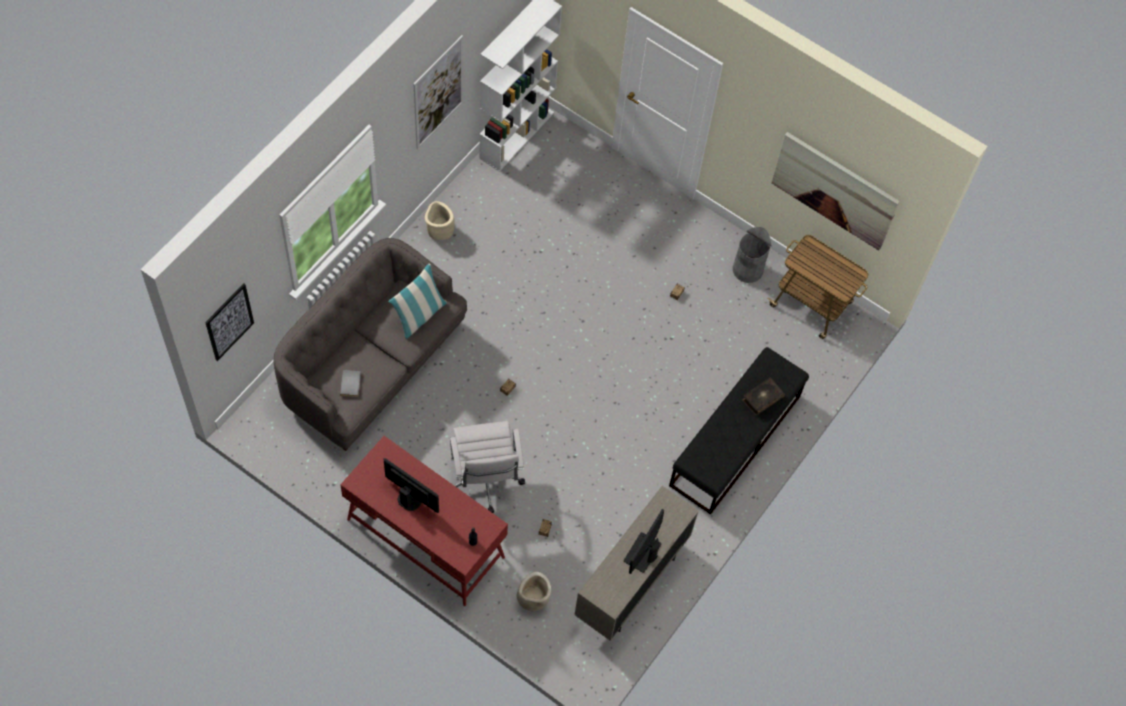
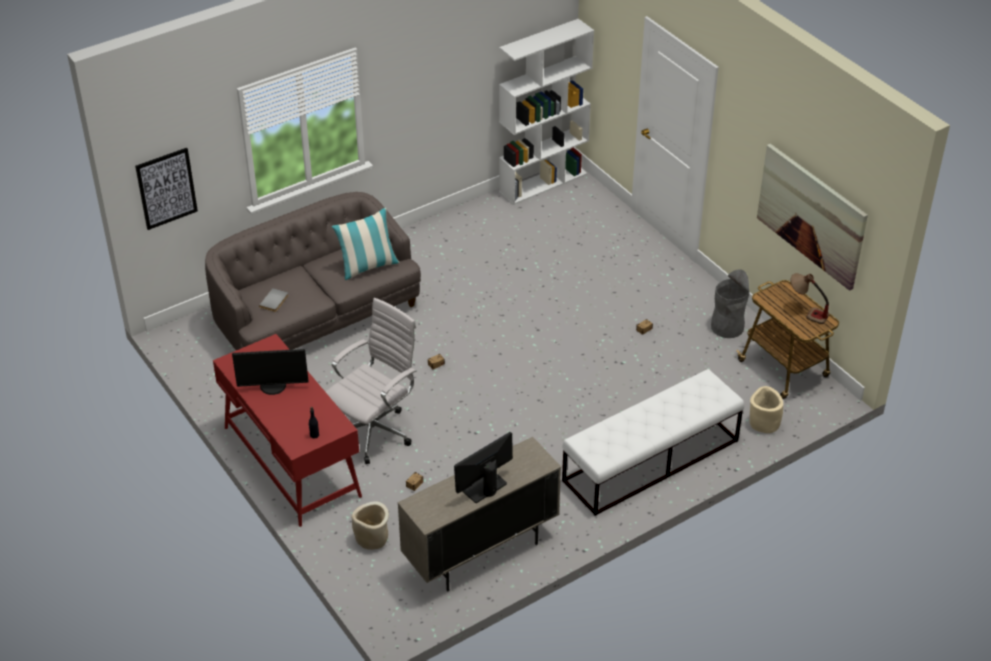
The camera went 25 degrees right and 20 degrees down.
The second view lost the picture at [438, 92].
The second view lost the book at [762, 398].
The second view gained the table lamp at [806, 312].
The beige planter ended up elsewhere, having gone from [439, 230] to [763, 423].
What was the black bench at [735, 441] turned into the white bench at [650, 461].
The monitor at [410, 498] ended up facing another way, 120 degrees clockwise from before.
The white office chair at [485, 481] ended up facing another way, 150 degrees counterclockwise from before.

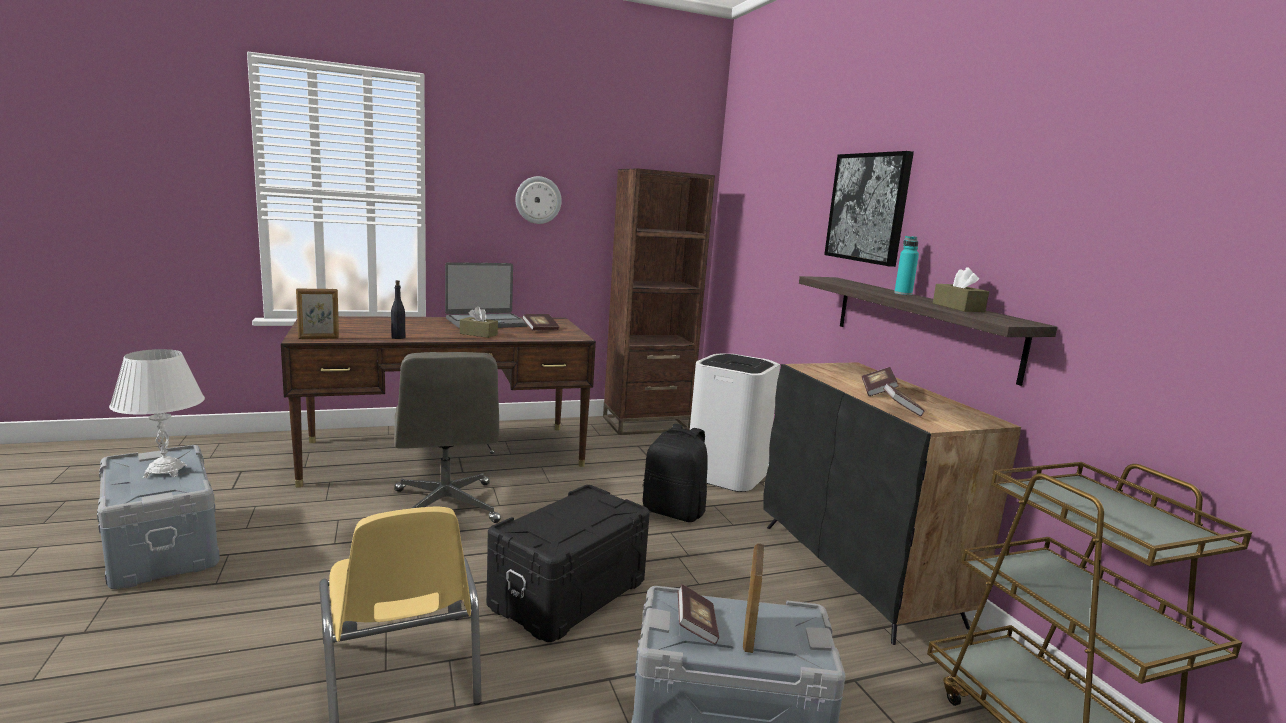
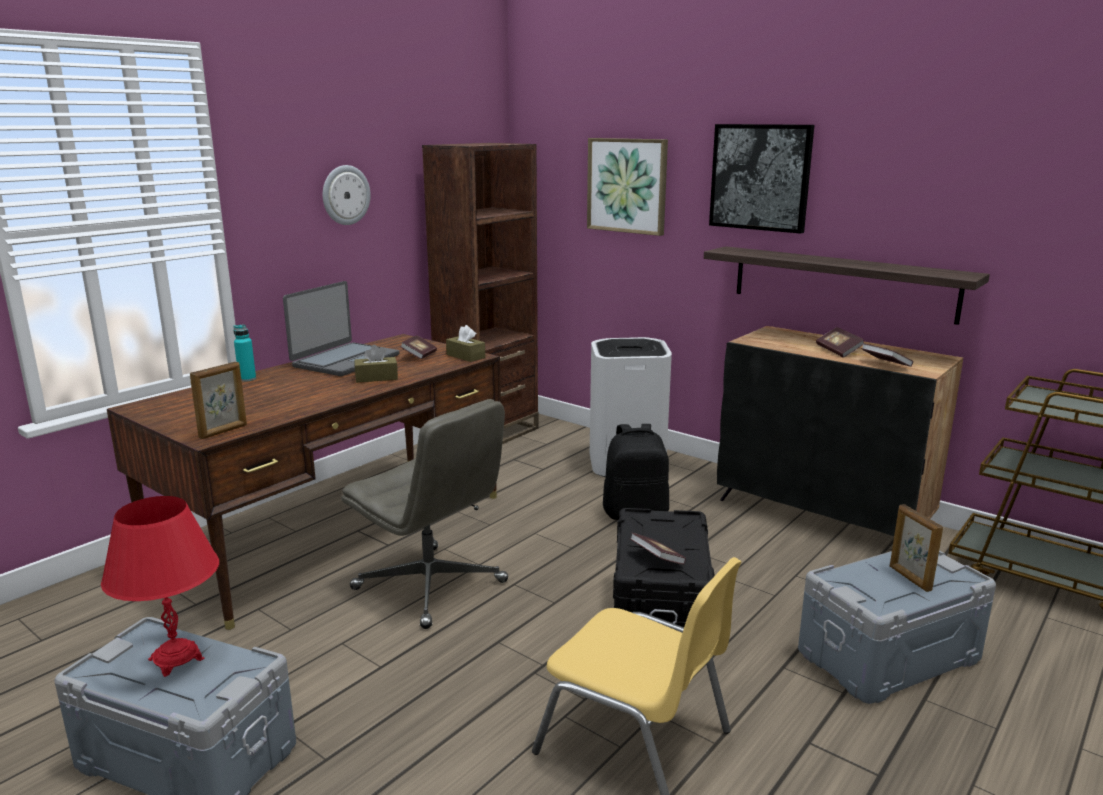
The camera went 30 degrees left and 5 degrees up.
The second view lost the black bottle at [398, 337].
The second view gained the picture at [627, 185].
The book ended up elsewhere, having gone from [696, 626] to [657, 559].
The turquoise bottle ended up elsewhere, having gone from [903, 294] to [247, 379].
The brown tissue box ended up elsewhere, having gone from [958, 307] to [465, 356].
What was the white table lamp at [165, 471] turned into the red table lamp at [176, 659].

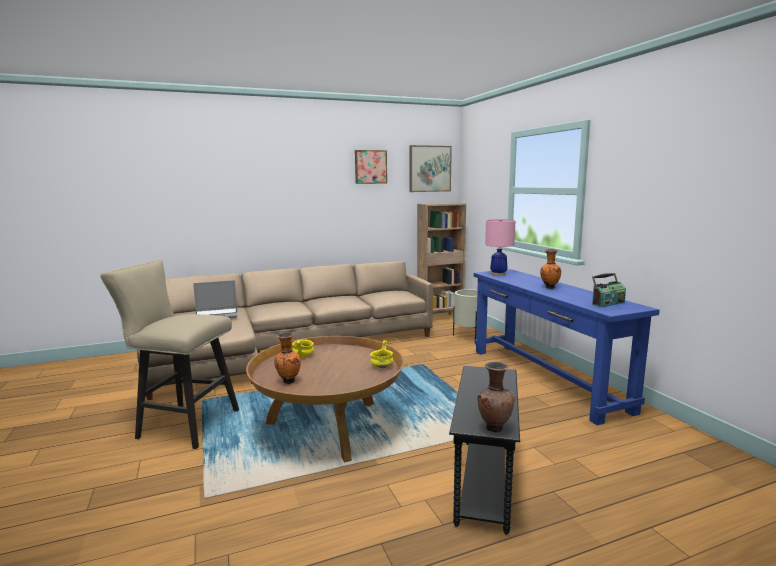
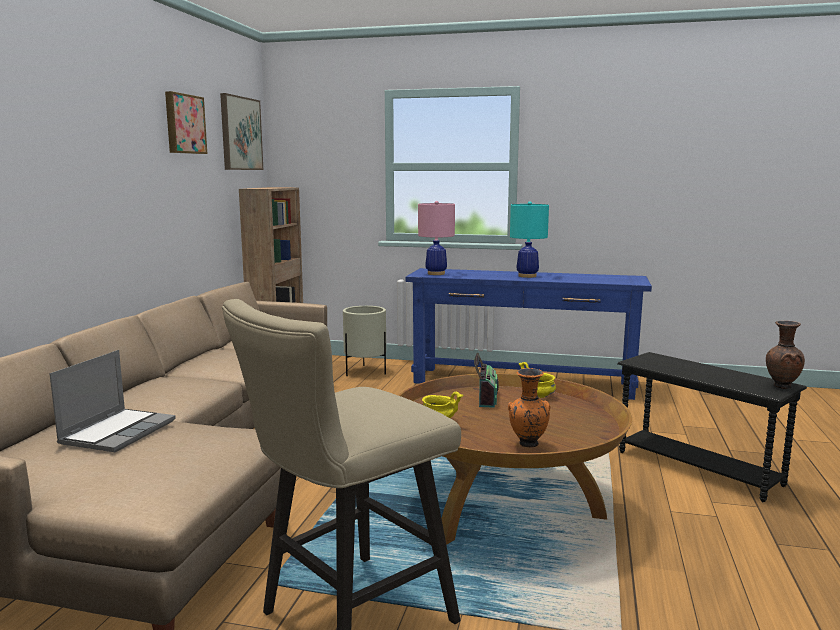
The camera went 55 degrees left and 0 degrees up.
The radio ended up elsewhere, having gone from [607, 303] to [485, 398].
Where the orange vase stood at [549, 287], the turquoise table lamp came to stand at [527, 276].

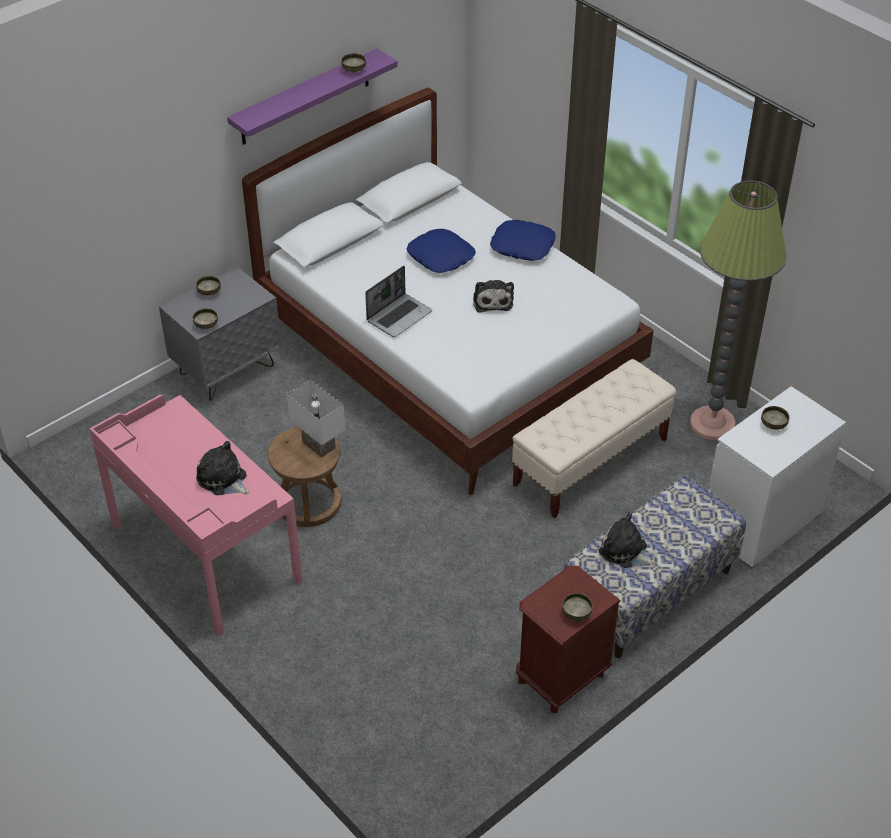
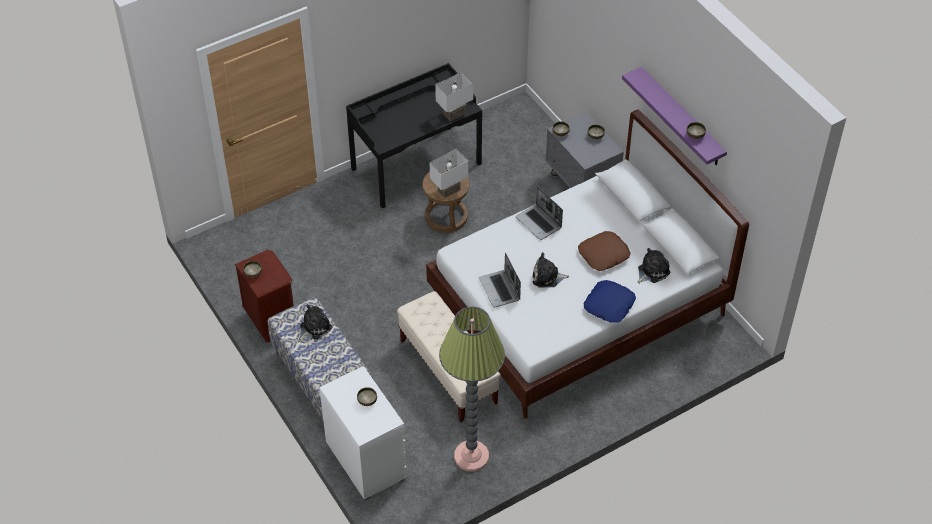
The camera went 100 degrees right and 5 degrees up.
The second view gained the white table lamp at [454, 113].
The second view gained the laptop at [500, 290].
The plush toy ended up elsewhere, having gone from [223, 480] to [652, 271].
What was the pink desk at [204, 554] turned into the black desk at [416, 165].
What was the blue pillow at [441, 256] turned into the brown pillow at [604, 255].

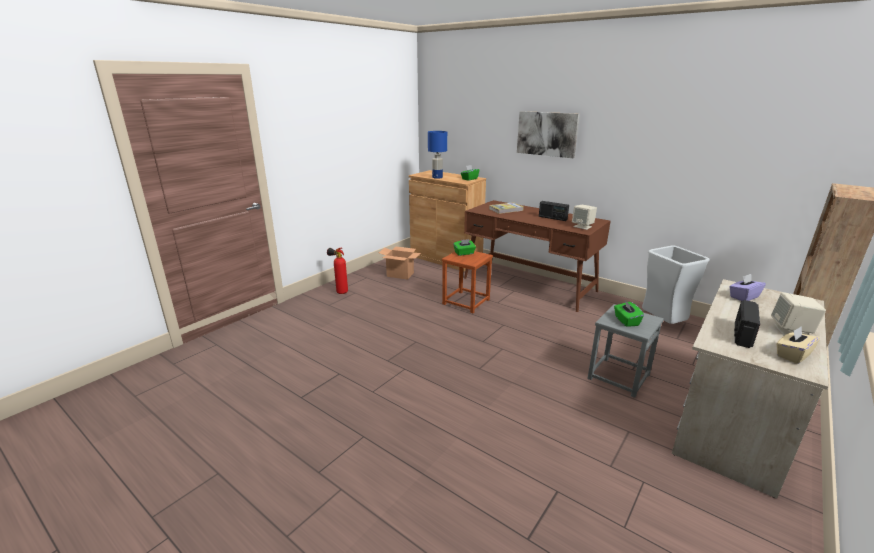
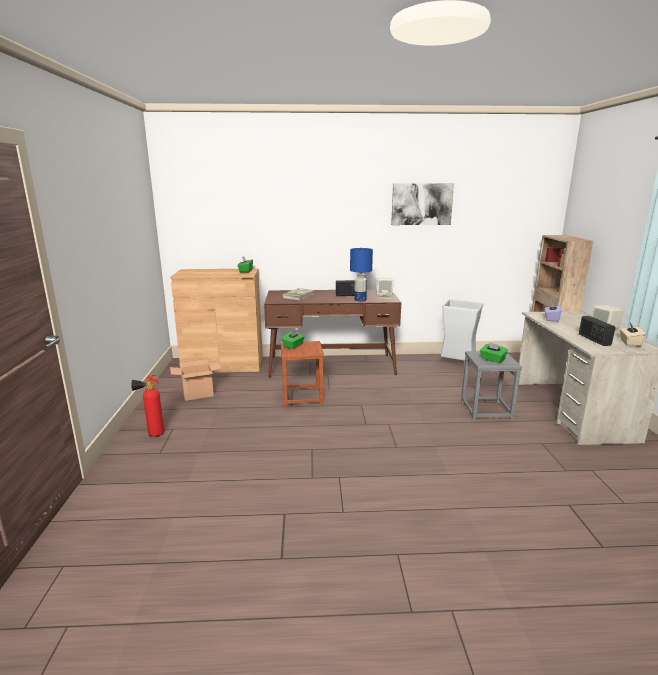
The camera went 40 degrees left and 5 degrees down.
The blue table lamp ended up elsewhere, having gone from [437, 177] to [360, 300].
The picture ended up elsewhere, having gone from [547, 134] to [421, 204].

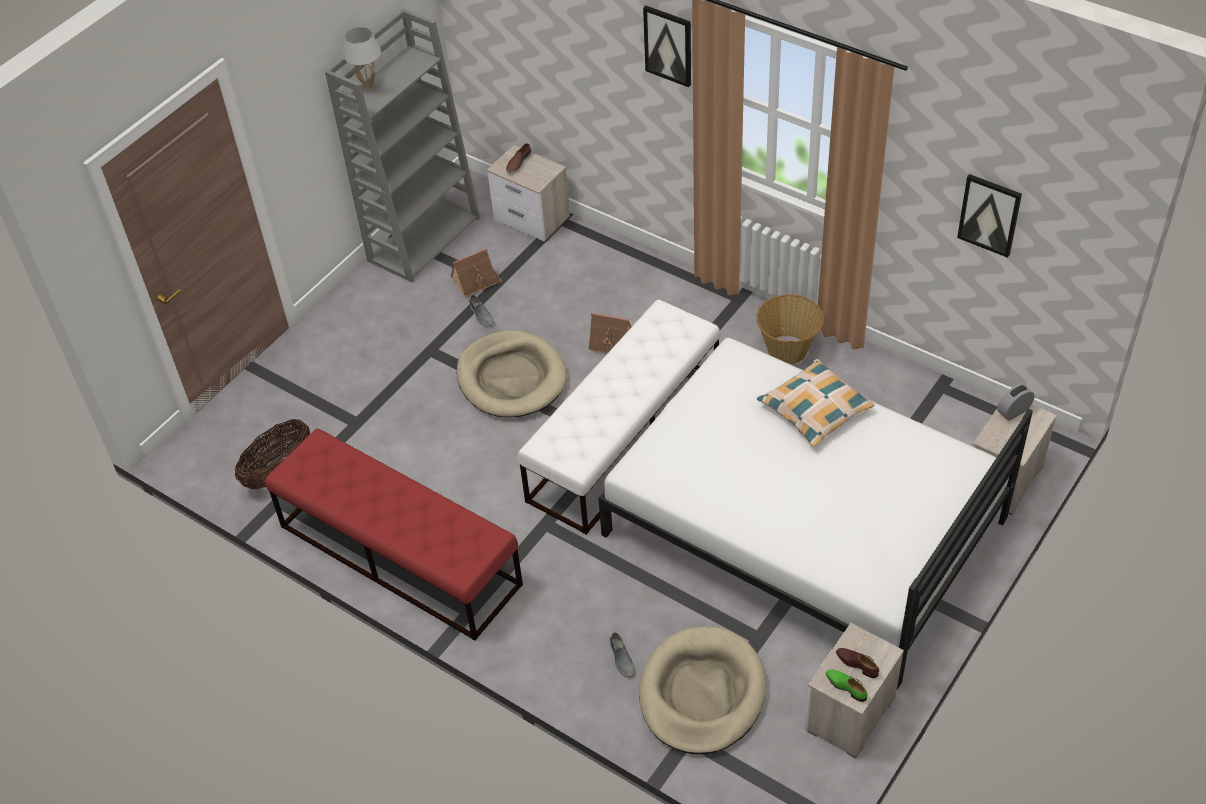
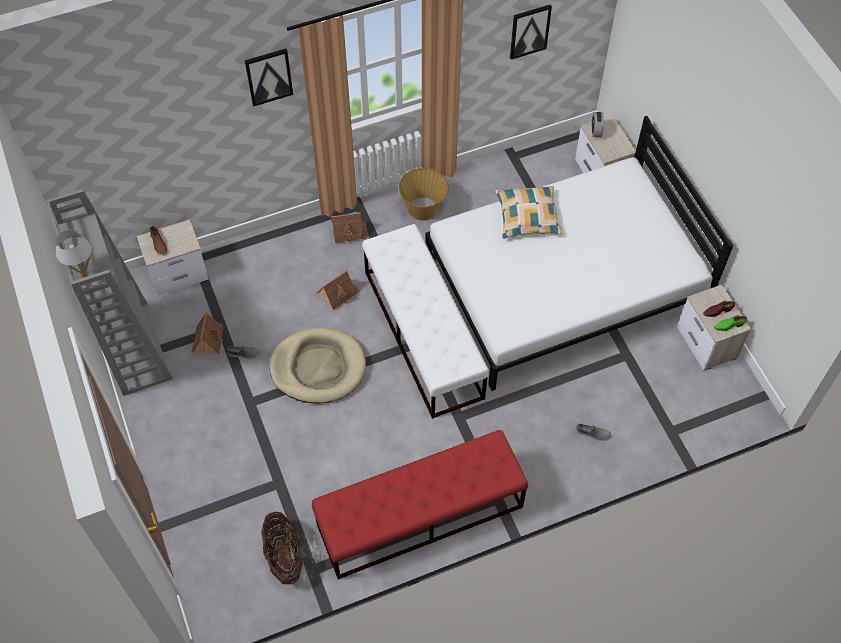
The camera went 60 degrees left and 10 degrees up.
The second view lost the beige dog bed at [702, 694].
The second view gained the toy house at [349, 231].

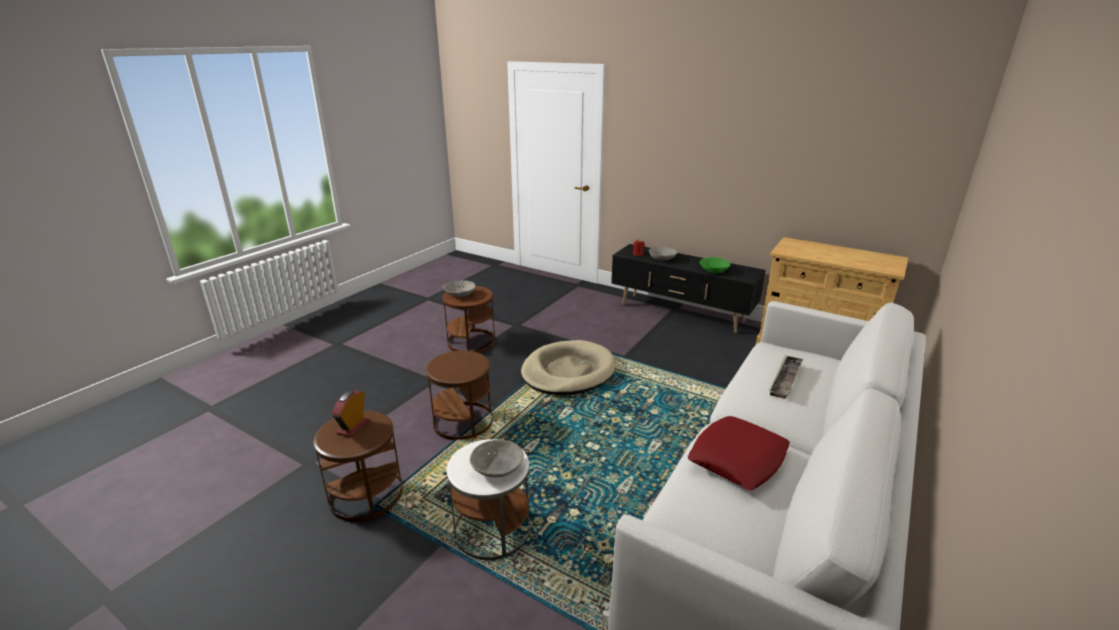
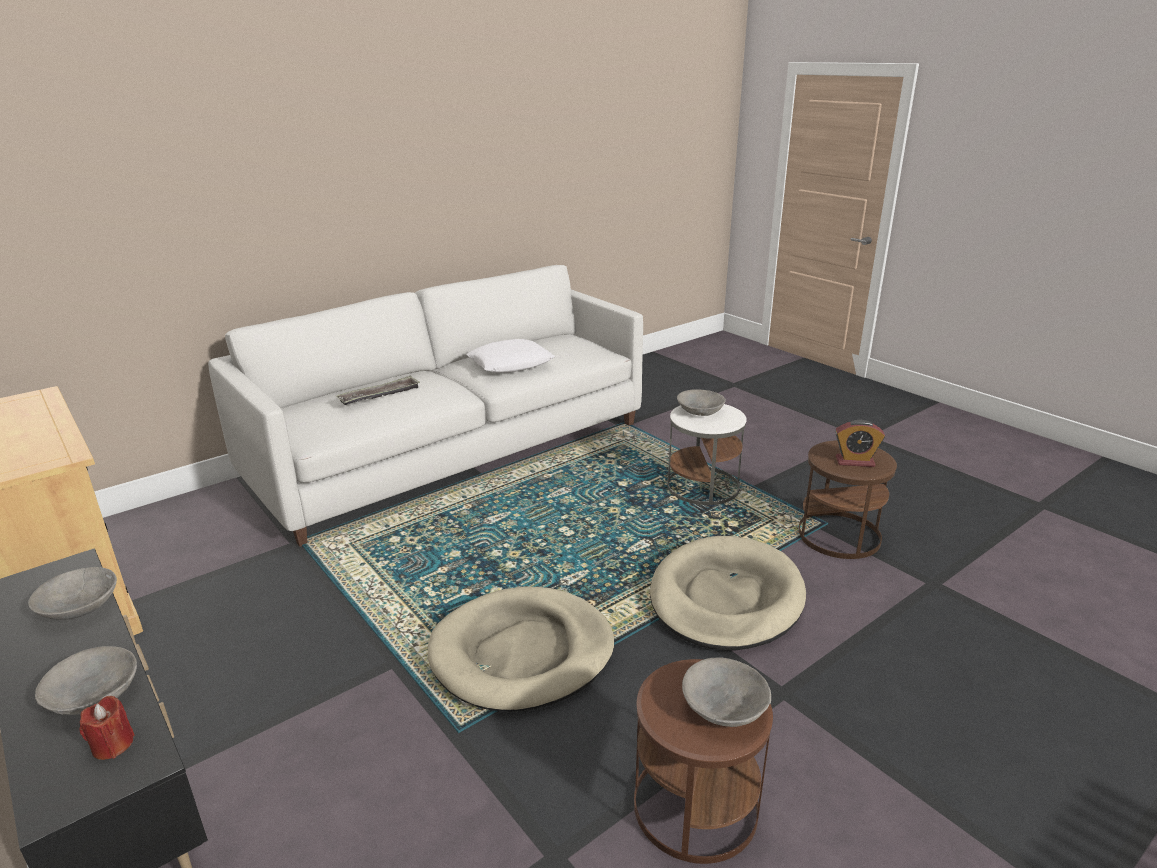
The camera went 160 degrees left and 0 degrees up.
Where the brown side table stood at [463, 421], the beige dog bed came to stand at [725, 598].
What was the red pillow at [737, 459] turned into the white pillow at [511, 363].
What was the green bowl at [713, 270] turned into the grey bowl at [79, 608].
The alarm clock at [353, 427] ended up facing another way, 60 degrees clockwise from before.

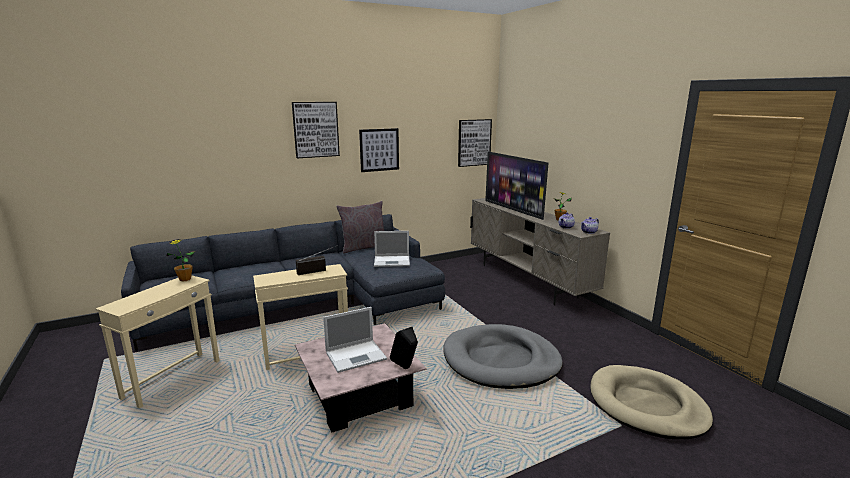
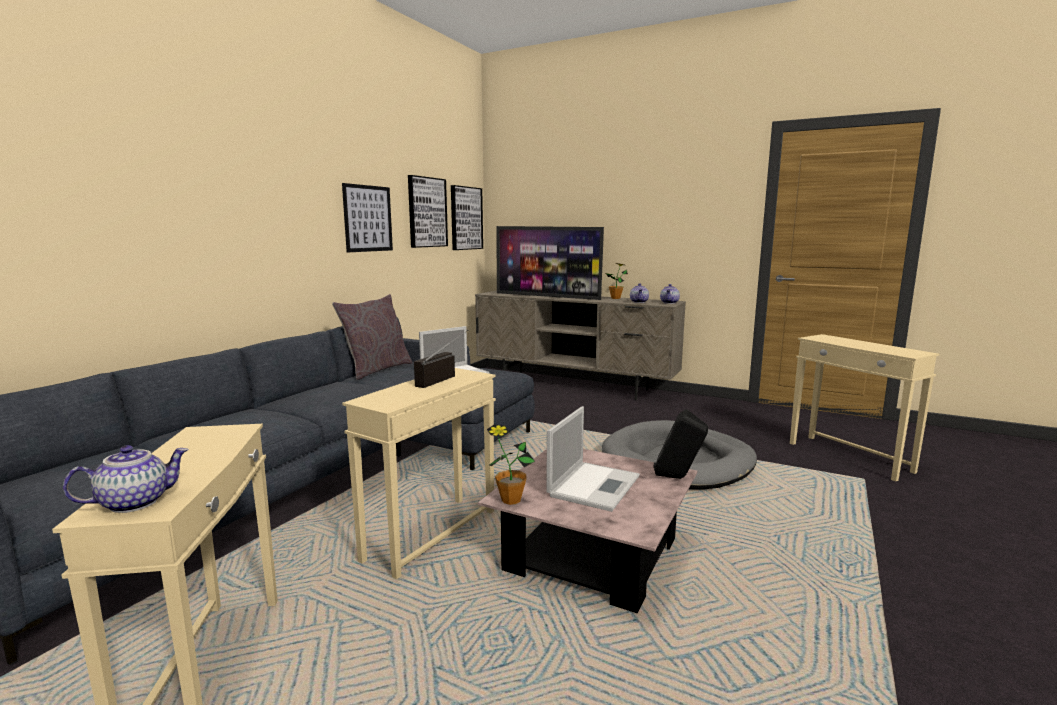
The camera went 35 degrees left and 5 degrees down.
The second view gained the teapot at [135, 502].
The potted plant ended up elsewhere, having gone from [185, 279] to [511, 500].
The picture ended up elsewhere, having gone from [316, 129] to [427, 212].
Where the beige dog bed stood at [646, 405], the beige side table came to stand at [849, 457].

